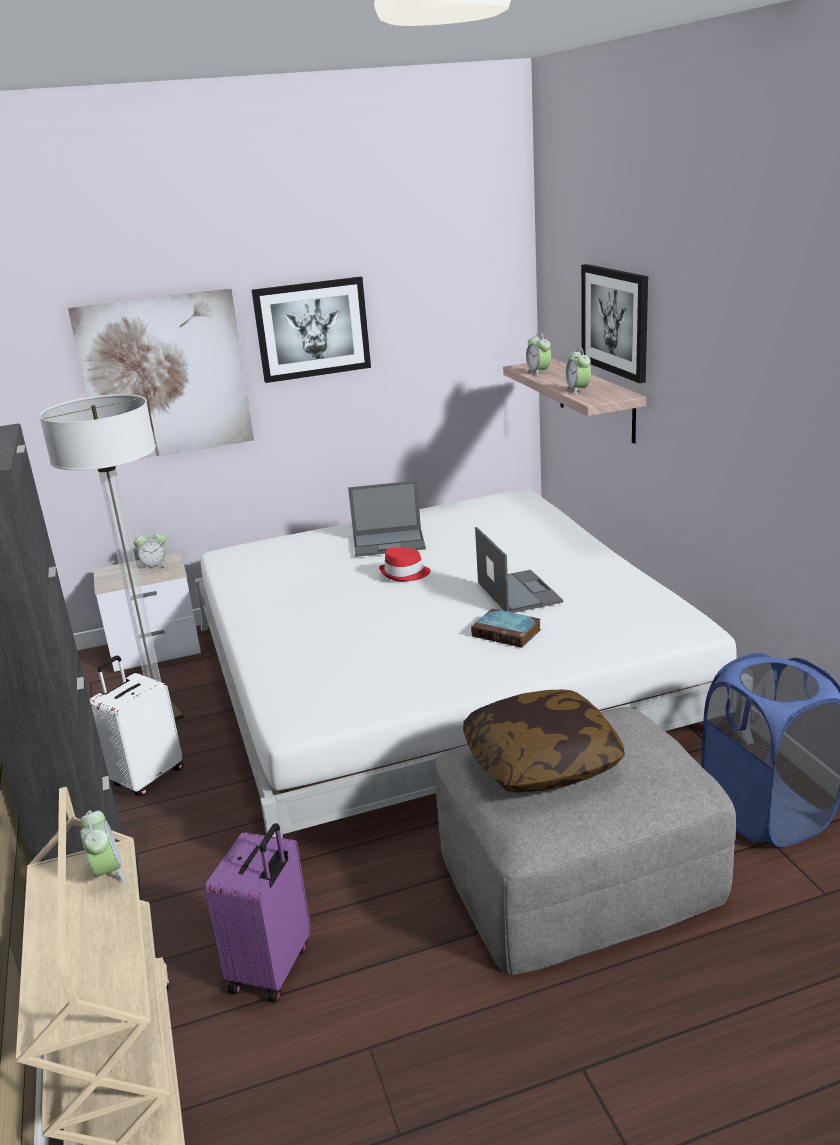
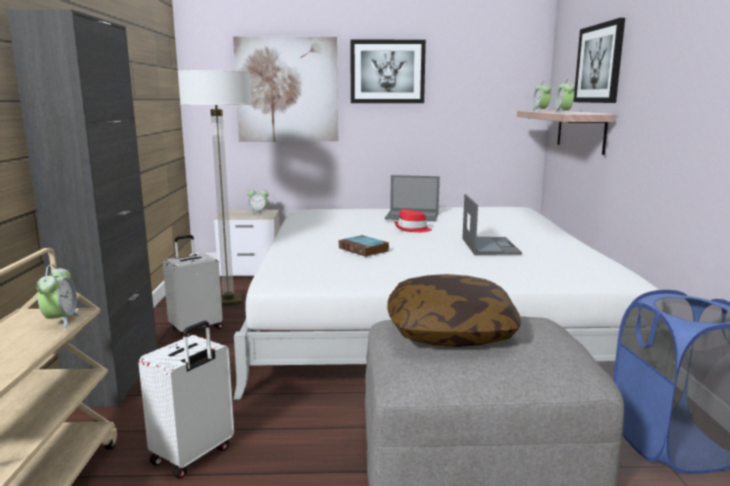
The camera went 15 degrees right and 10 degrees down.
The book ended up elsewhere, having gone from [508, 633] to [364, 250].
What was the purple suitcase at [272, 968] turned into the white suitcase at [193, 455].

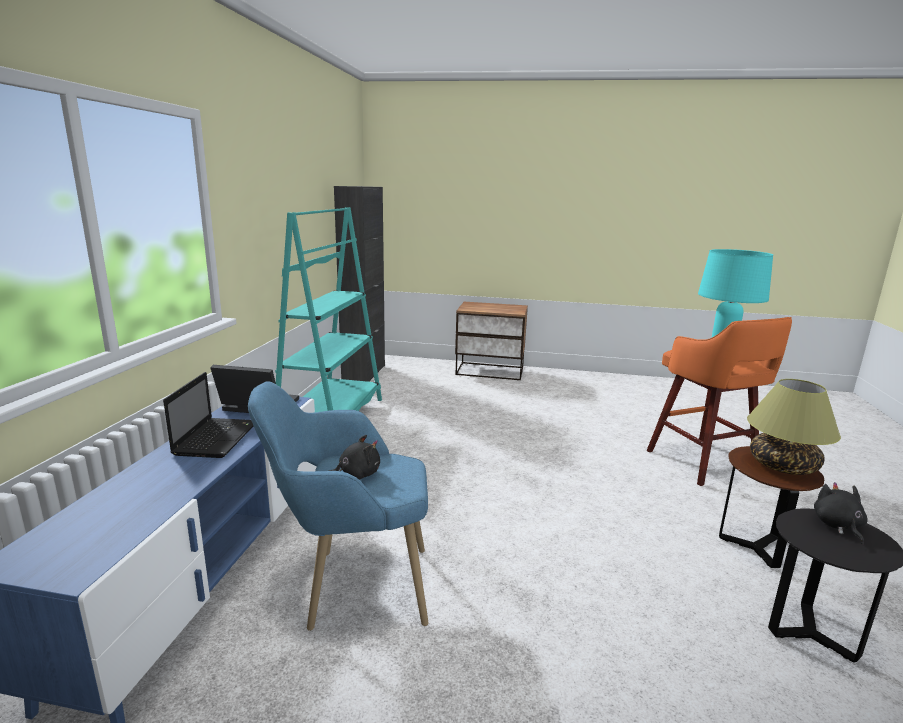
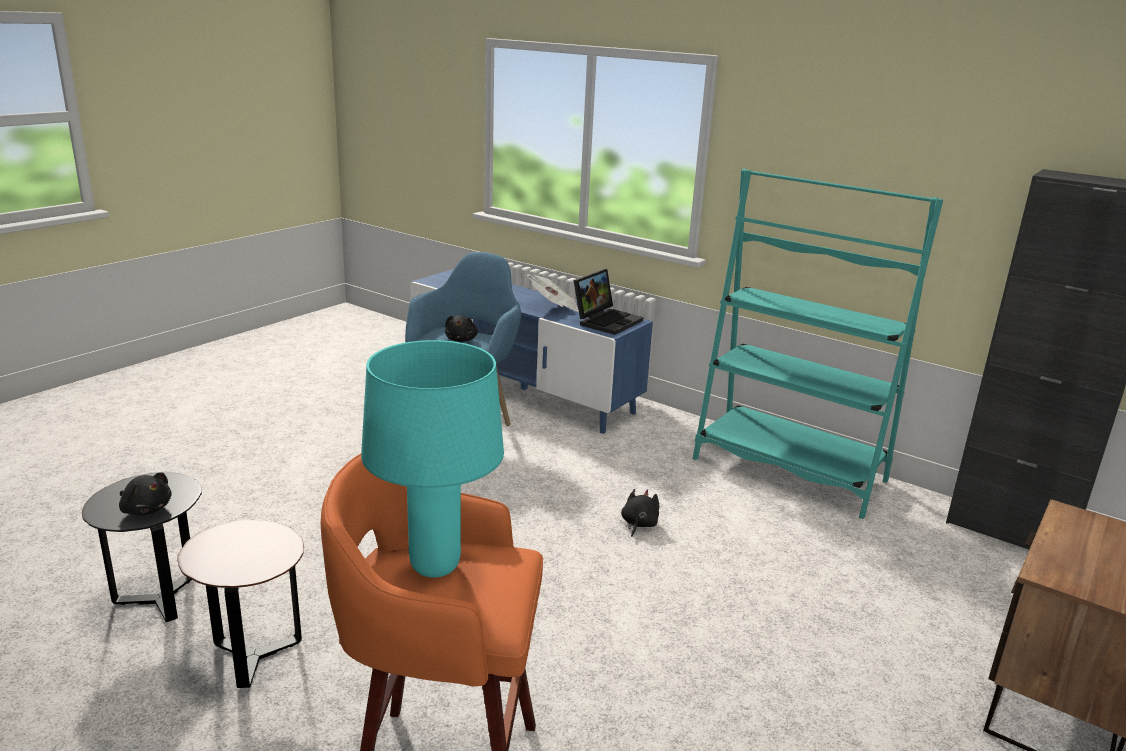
The camera went 115 degrees right and 5 degrees up.
The second view lost the table lamp at [783, 466].
The second view gained the black plush toy at [638, 524].
Where the laptop stood at [217, 438], the newspaper came to stand at [554, 307].

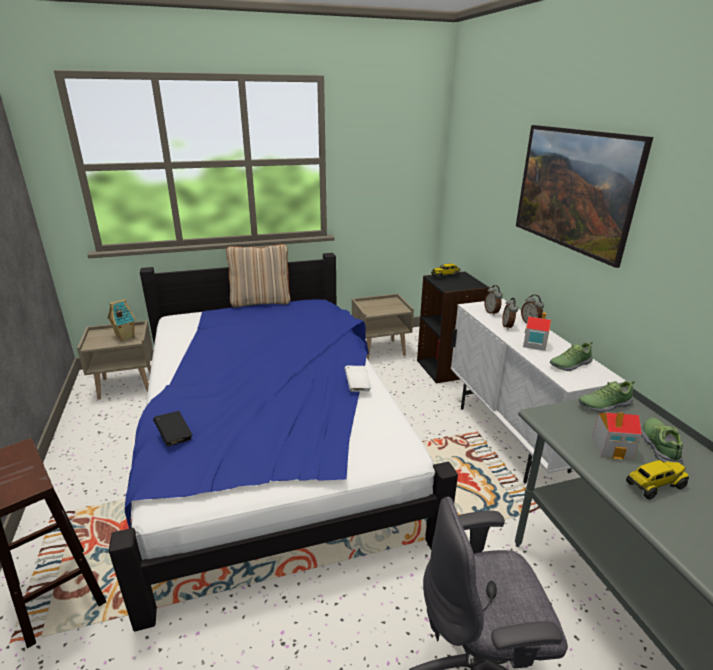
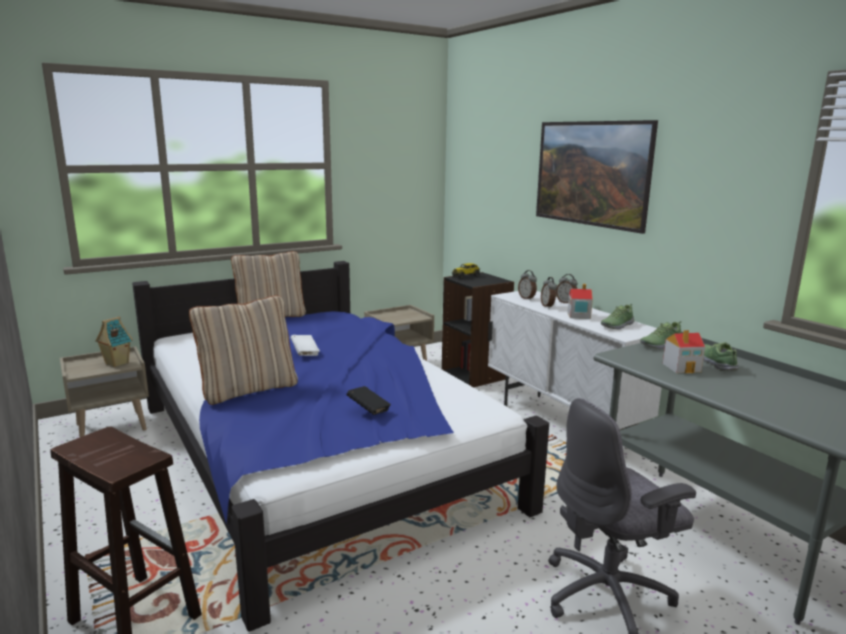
The camera went 15 degrees left and 10 degrees down.
The second view lost the toy truck at [654, 485].
The second view gained the beige pillow at [248, 389].
The black book ended up elsewhere, having gone from [174, 436] to [368, 410].
The white book ended up elsewhere, having gone from [357, 385] to [305, 353].

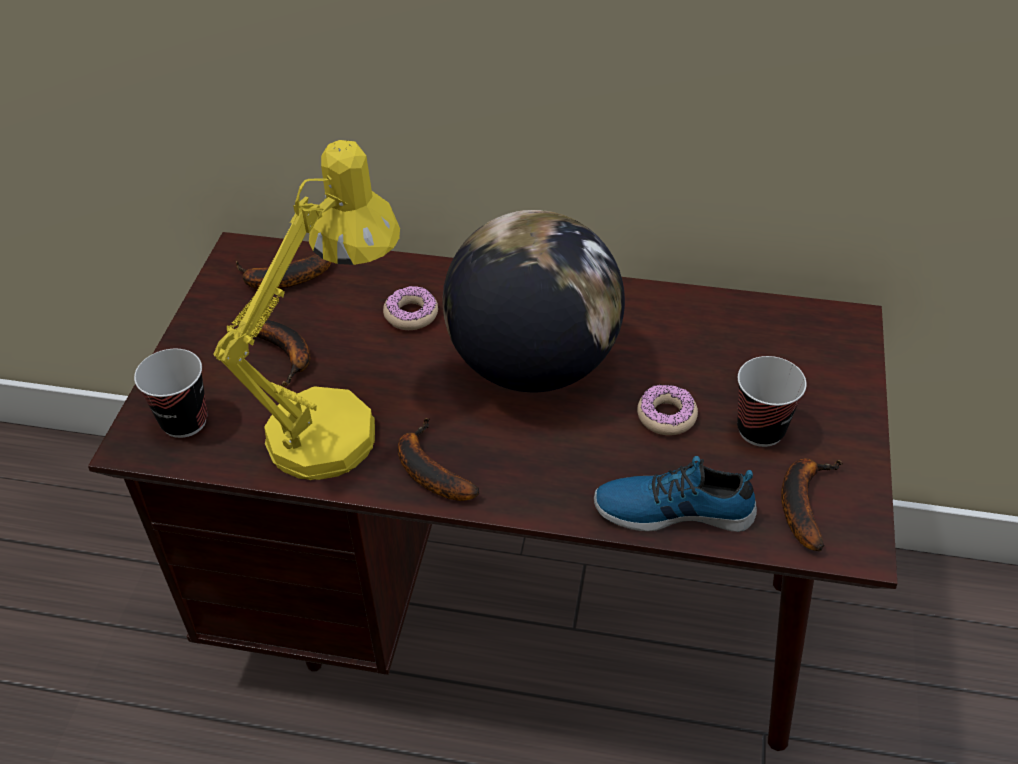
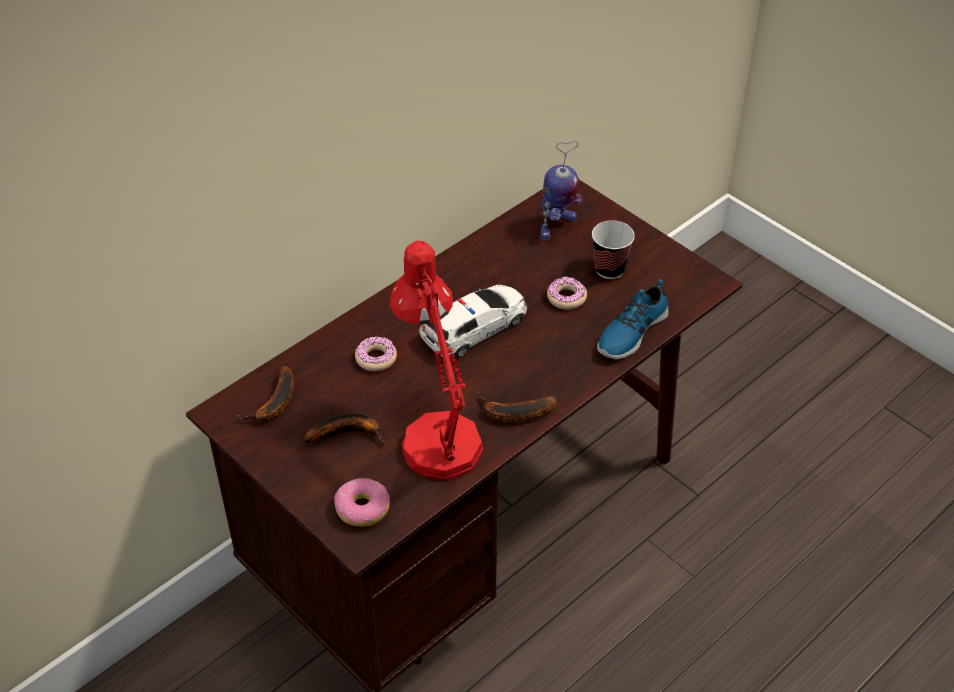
The camera went 55 degrees left and 0 degrees up.
The second view lost the banana at [802, 502].
The second view gained the toy robot at [556, 226].
Where the cup stood at [184, 421], the donut came to stand at [363, 508].
Where the globe stood at [533, 365], the toy car came to stand at [475, 328].
What was the yellow table lamp at [338, 422] turned into the red table lamp at [437, 435].

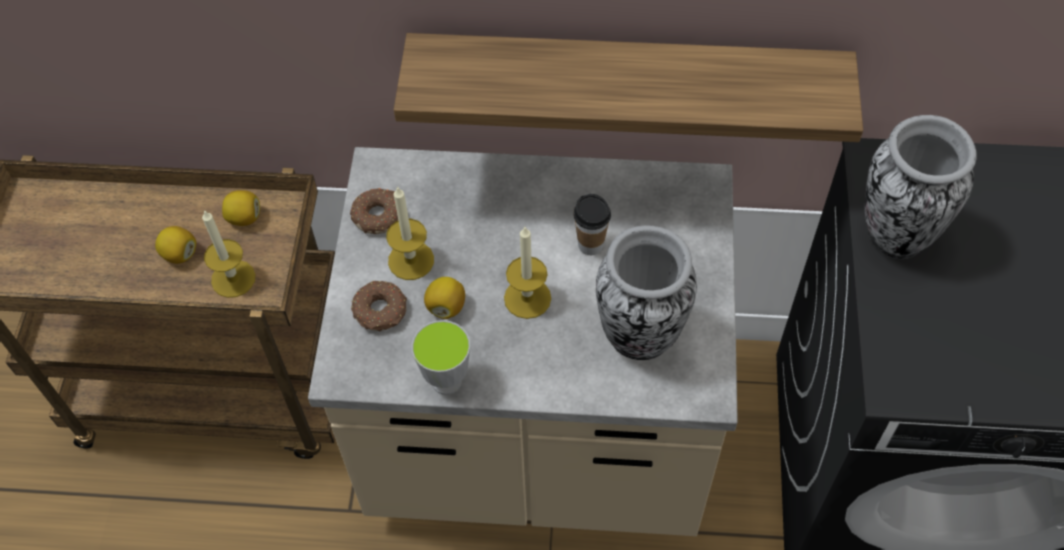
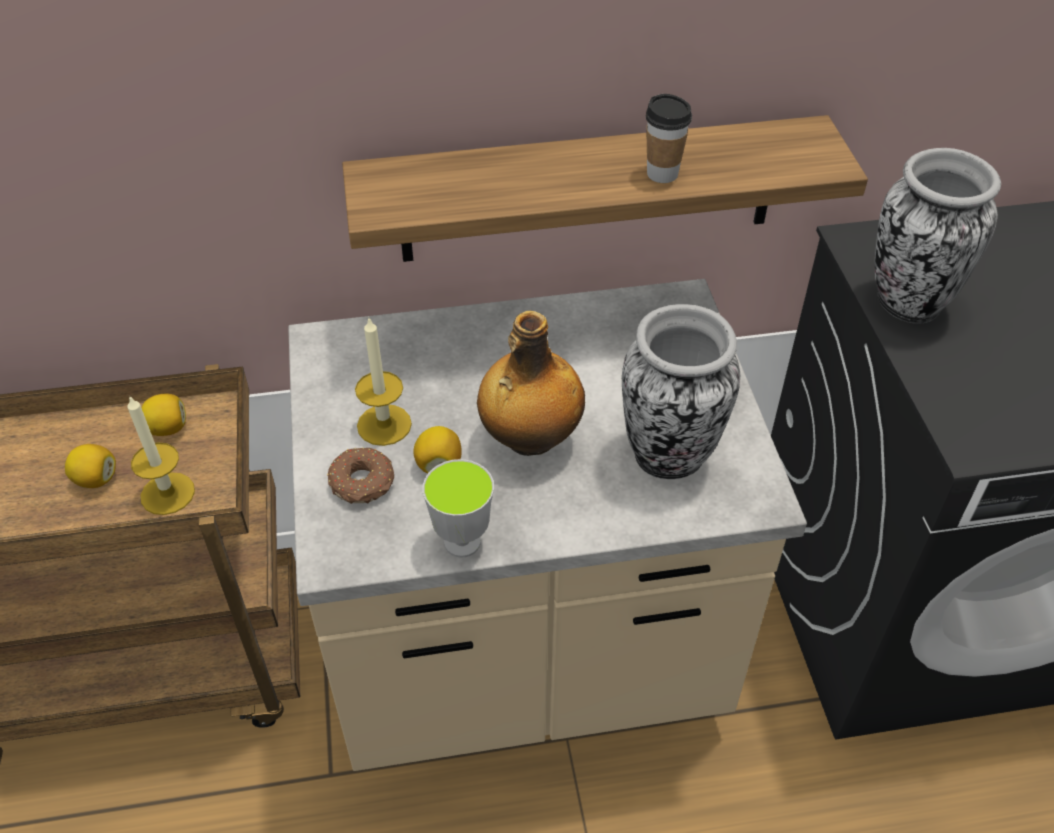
The camera went 15 degrees left and 10 degrees down.
The second view lost the donut at [379, 215].
The cup ended up elsewhere, having gone from [590, 244] to [662, 174].
Where the candle stood at [527, 298], the bottle came to stand at [529, 439].

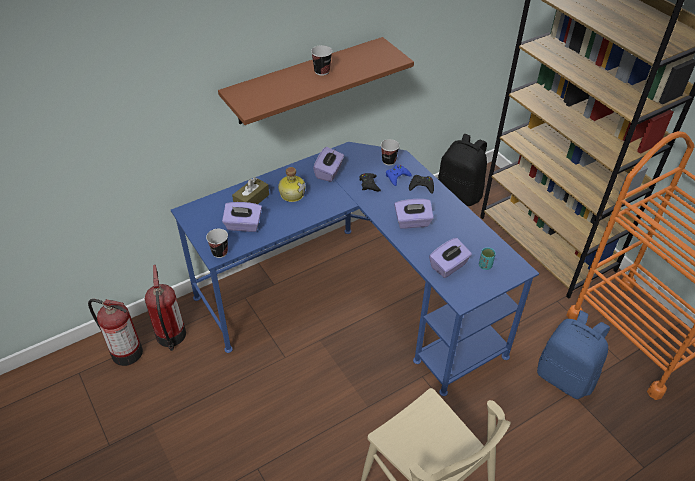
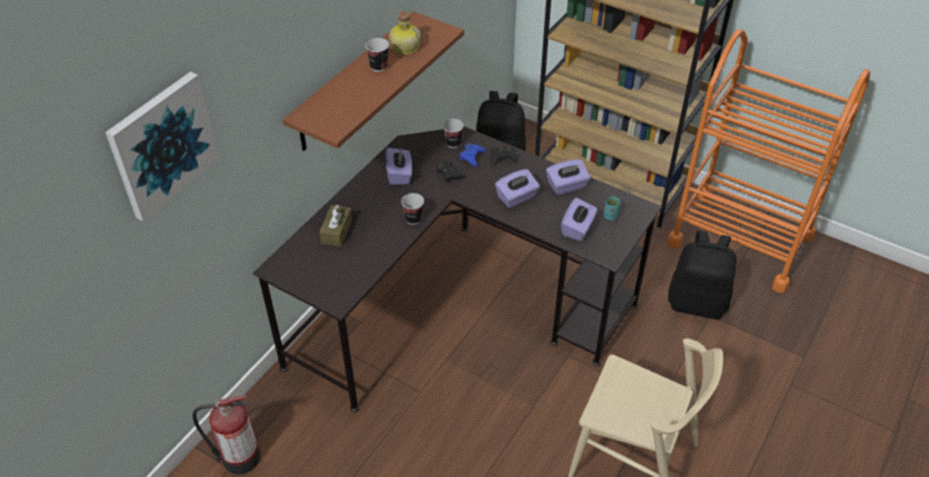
The camera went 25 degrees left and 0 degrees up.
The second view lost the fire extinguisher at [171, 336].
The second view gained the picture at [162, 145].
The cup ended up elsewhere, having gone from [220, 252] to [413, 219].
The purple tissue box ended up elsewhere, having gone from [243, 225] to [567, 186].
The bottle ended up elsewhere, having gone from [292, 194] to [404, 46].
What was the blue desk at [354, 298] turned into the black desk at [455, 304].
What was the blue backpack at [565, 377] turned into the black backpack at [697, 303].

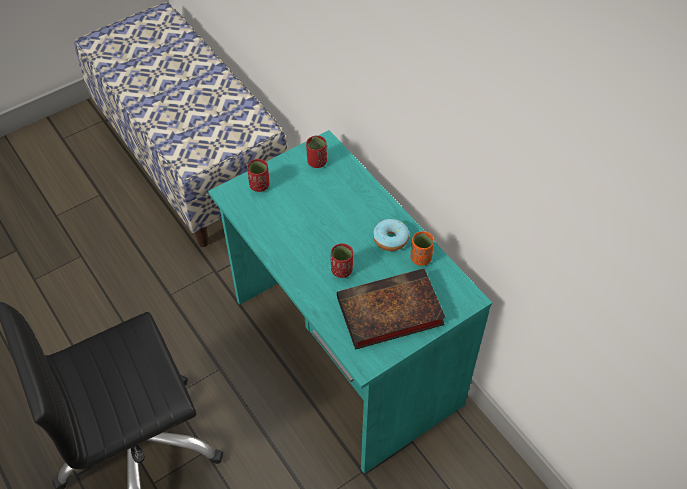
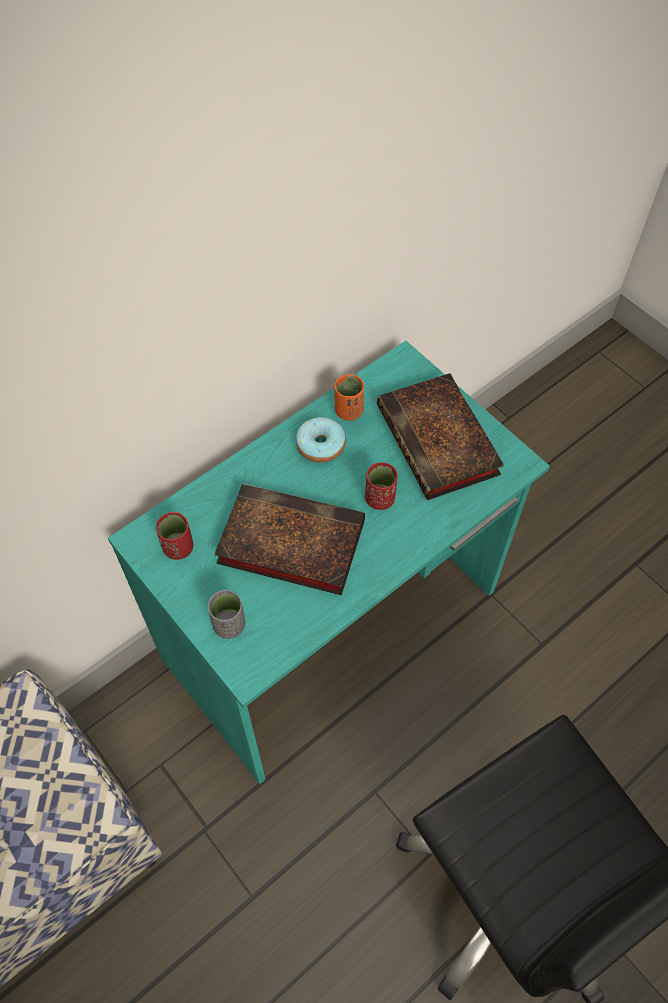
The camera went 95 degrees left and 5 degrees up.
The second view gained the book at [287, 543].
What was the red cup at [259, 185] turned into the grey cup at [229, 625].

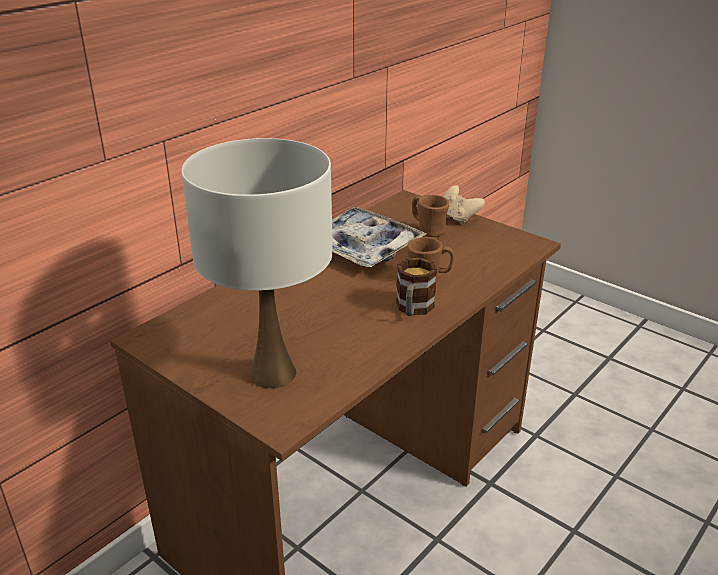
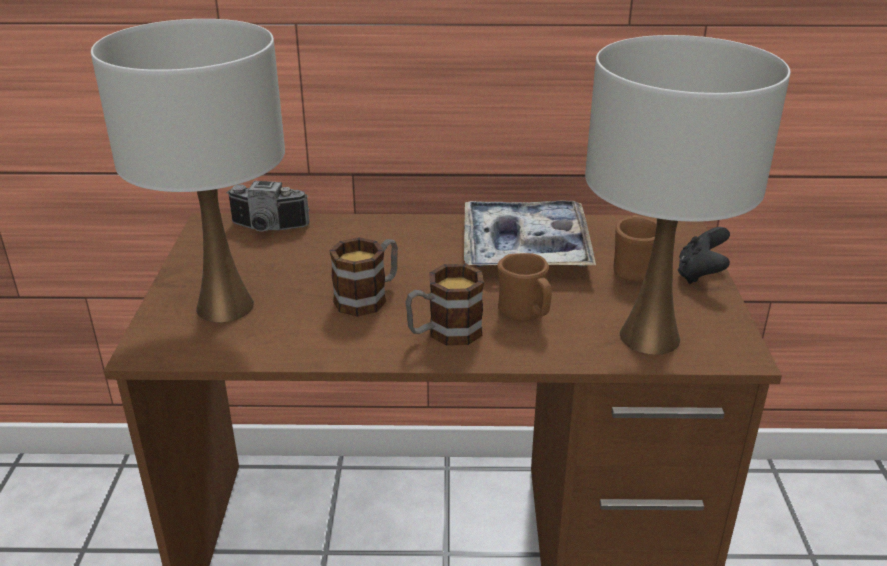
The camera went 50 degrees right and 0 degrees up.
The second view gained the photo camera at [267, 229].
The second view gained the mug at [368, 297].
The second view gained the white table lamp at [649, 336].
What was the beige game controller at [458, 218] turned into the black game controller at [700, 275].

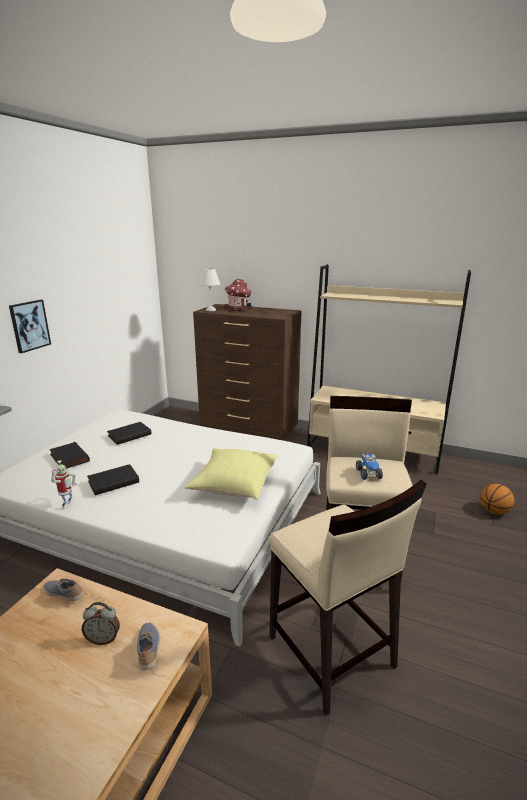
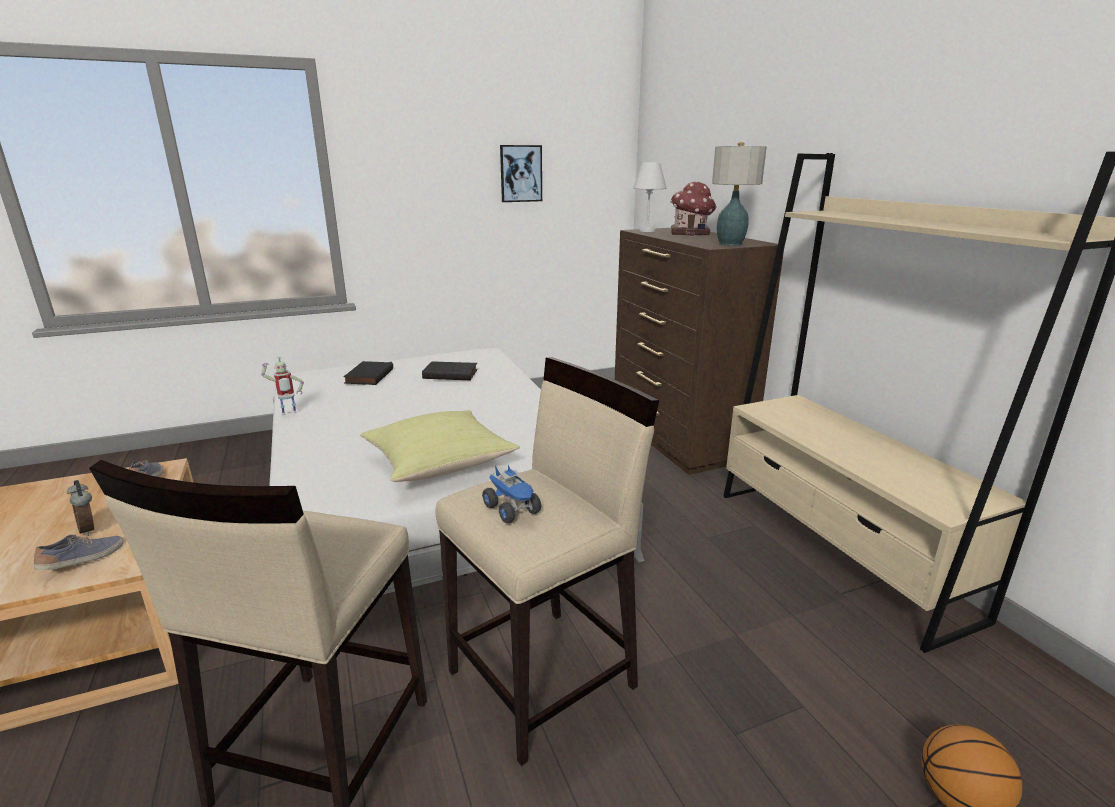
The camera went 45 degrees right and 0 degrees up.
The second view lost the black book at [113, 481].
The second view gained the table lamp at [731, 244].
The picture ended up elsewhere, having gone from [29, 325] to [521, 173].
The toy truck at [369, 474] ended up facing another way, 75 degrees counterclockwise from before.

